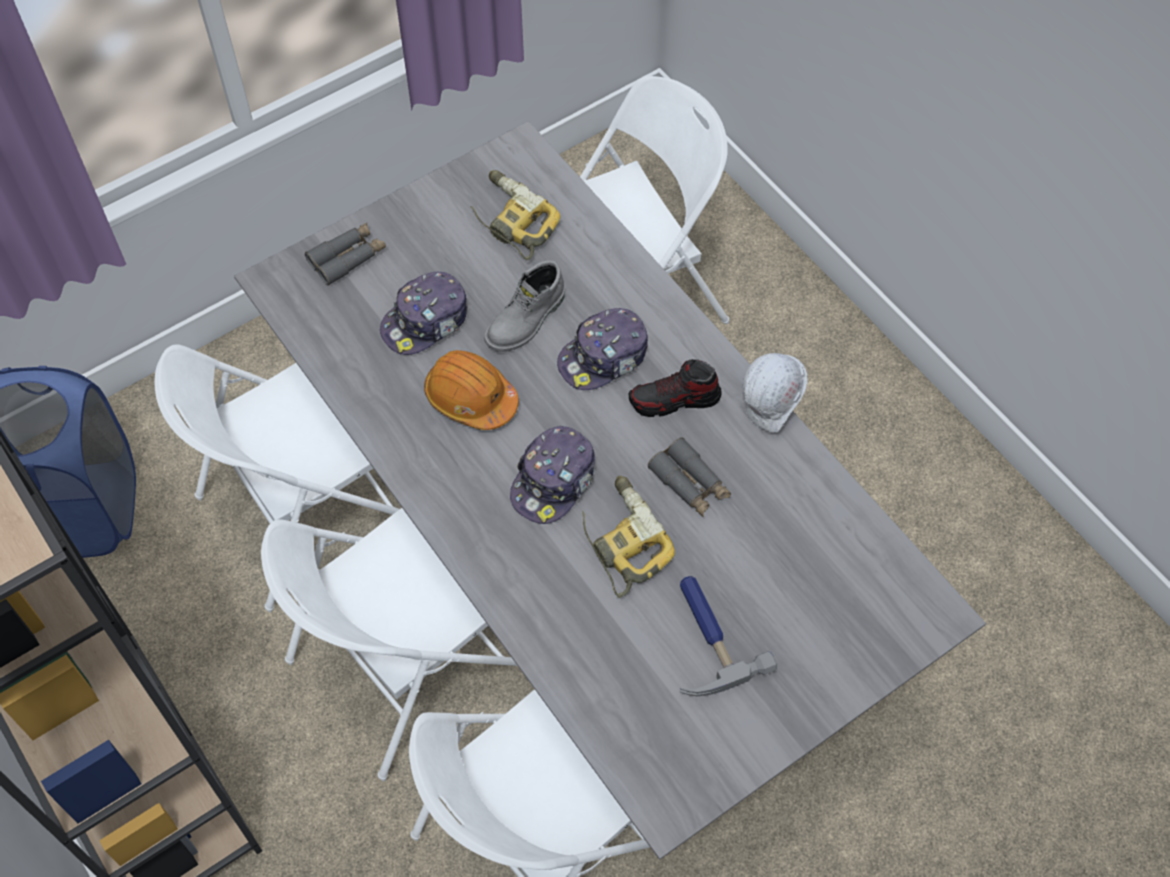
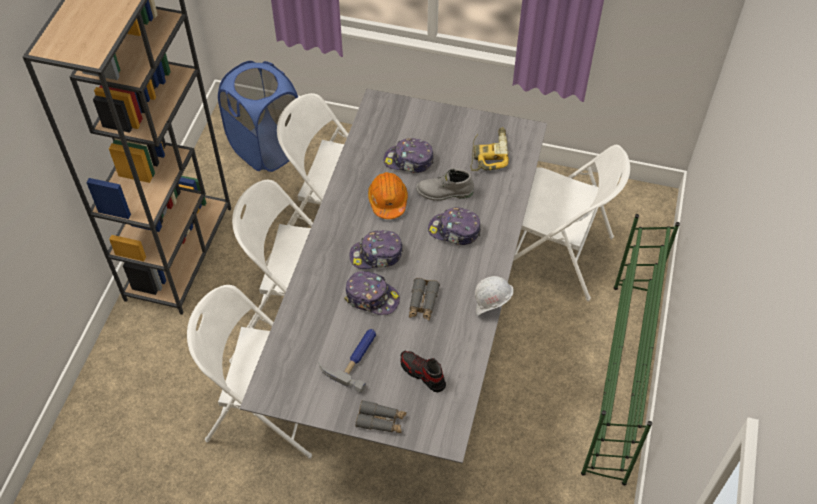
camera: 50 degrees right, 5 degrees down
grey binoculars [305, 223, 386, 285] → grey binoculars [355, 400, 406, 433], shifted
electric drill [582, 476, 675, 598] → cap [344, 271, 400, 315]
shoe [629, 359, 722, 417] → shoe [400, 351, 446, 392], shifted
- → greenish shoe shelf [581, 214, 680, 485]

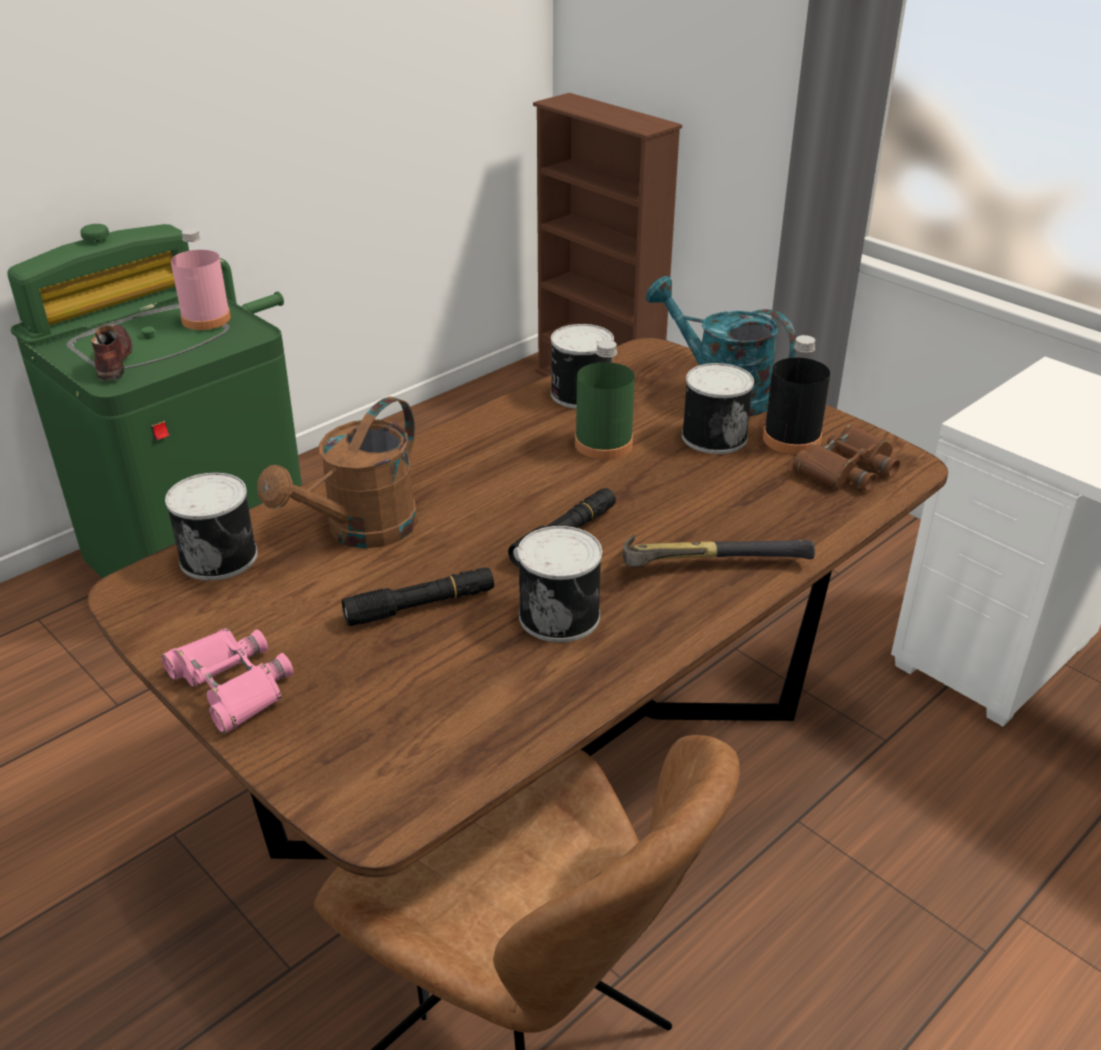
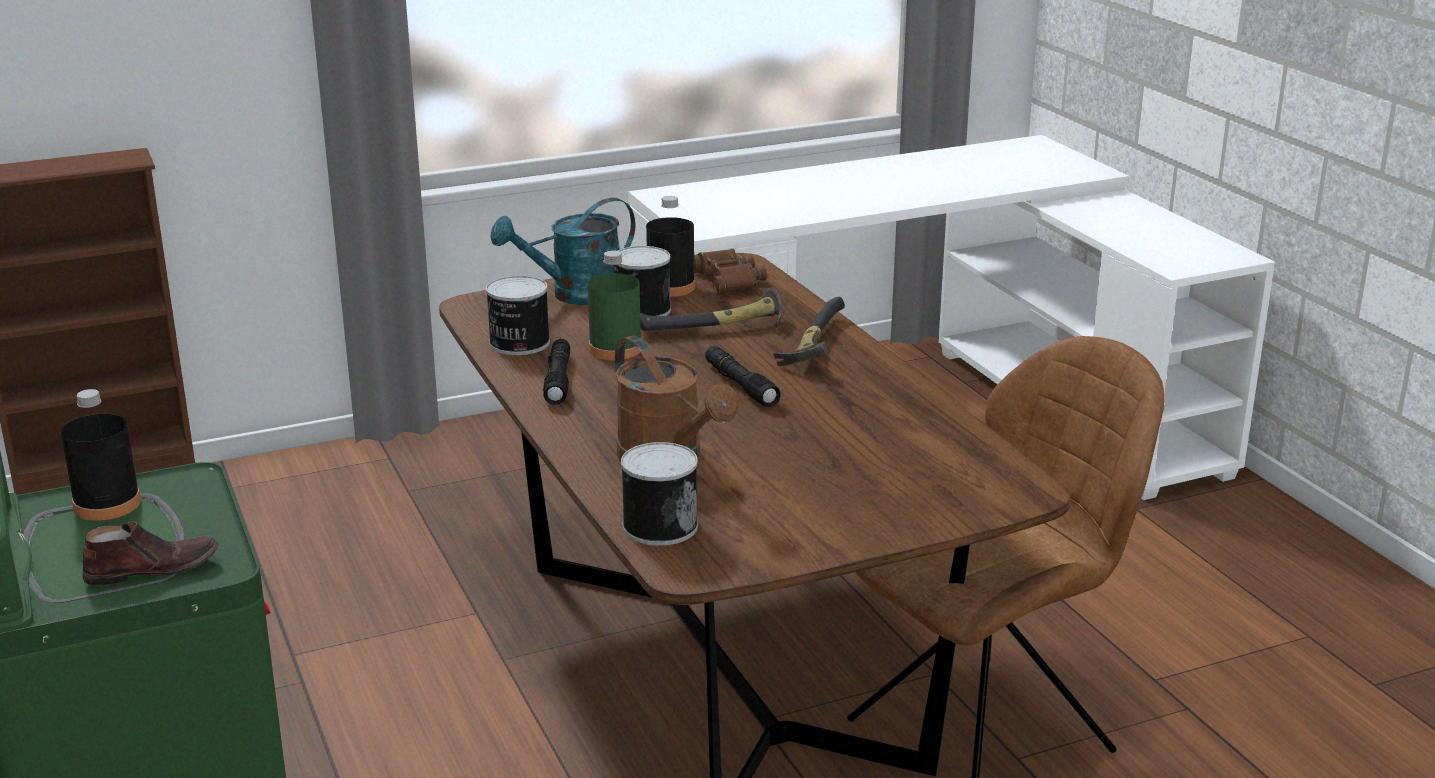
camera: 70 degrees left, 10 degrees down
brown shoe [91, 325, 133, 380] → brown shoe [83, 521, 219, 585], 150 degrees clockwise
pink-coloured binoculars [161, 628, 294, 734] → -
pink-coloured bottle [171, 229, 231, 330] → blackish bottle [61, 389, 141, 521]
blackish flashlight [342, 567, 494, 626] → blackish flashlight [543, 339, 570, 405], shifted
can [518, 526, 602, 642] → -
- → tool hammer [640, 287, 782, 333]

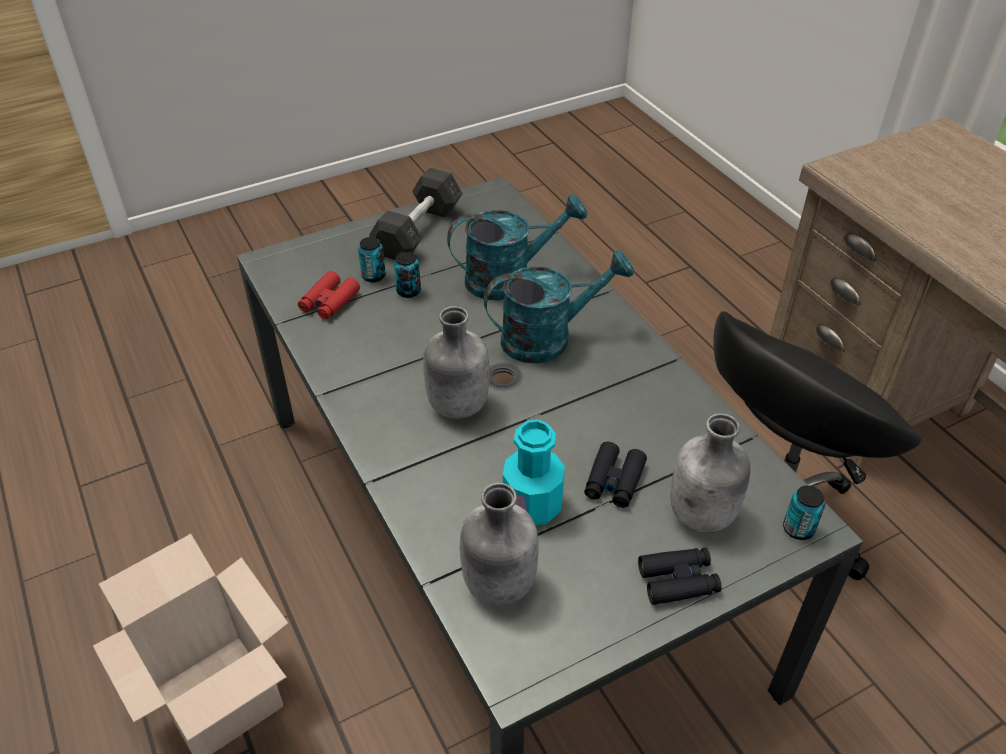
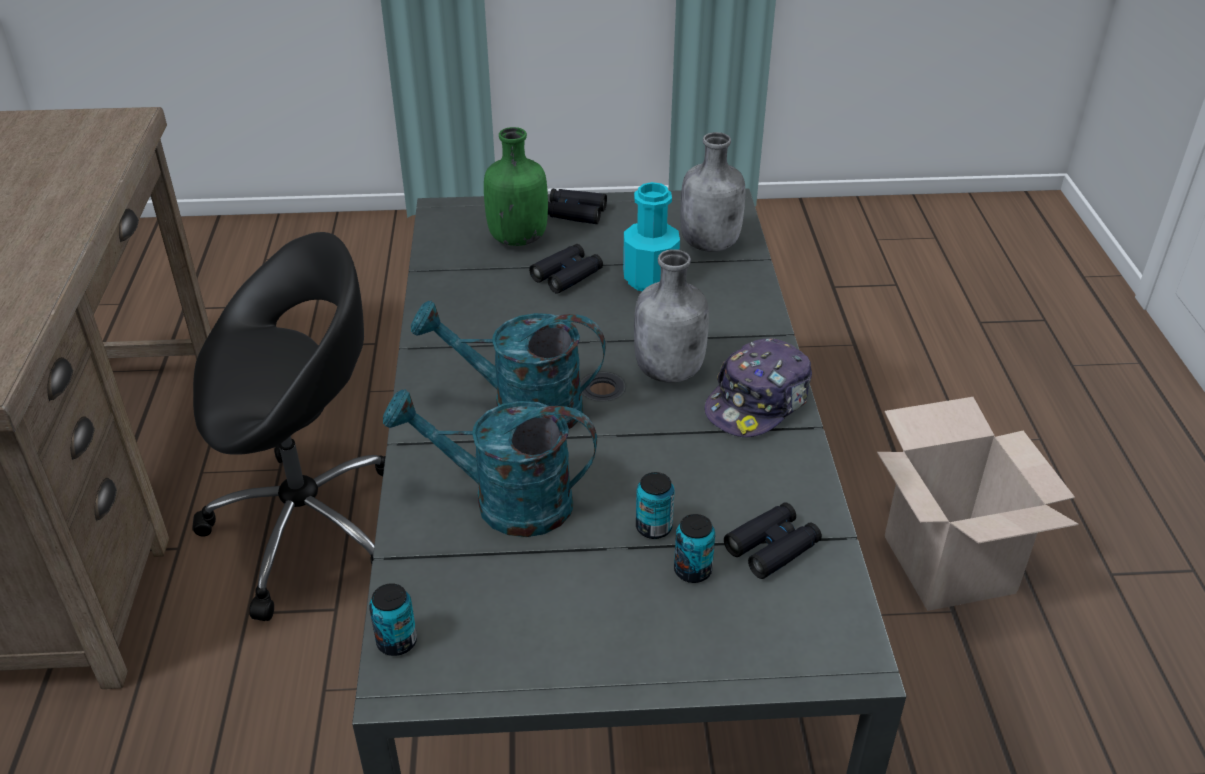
camera: 155 degrees left, 5 degrees down
reddish binoculars [298, 271, 360, 320] → blackish binoculars [724, 502, 822, 579]
grey dumbbell [369, 167, 463, 260] → -
grey bottle [671, 413, 750, 533] → greenish bottle [484, 127, 548, 246]
can [783, 485, 825, 540] → can [369, 583, 417, 656], shifted
- → cap [704, 338, 812, 437]

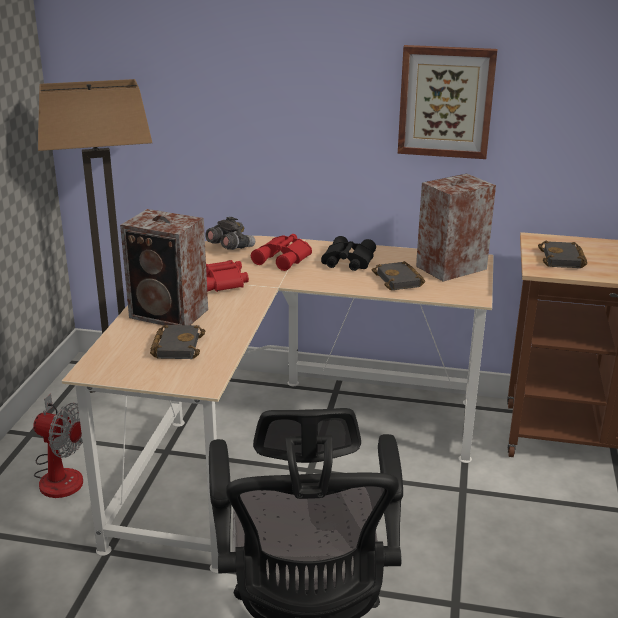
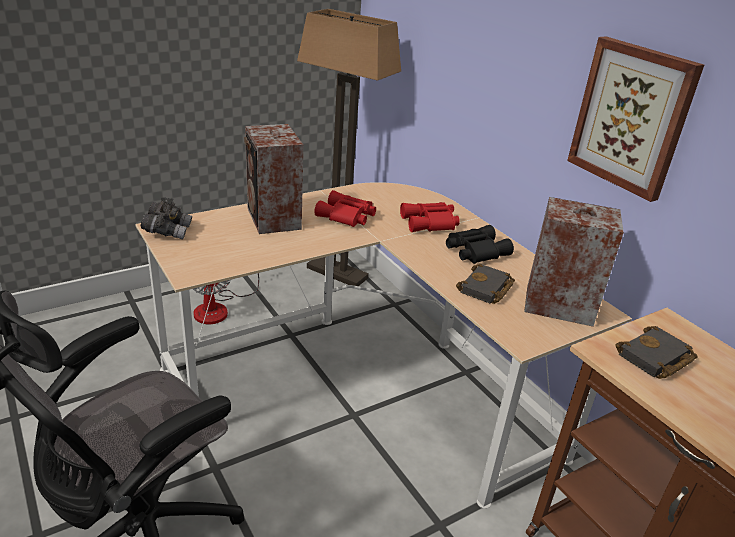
camera: 45 degrees right, 5 degrees up
blackish bound book [150, 325, 205, 359] → -
grey binoculars [205, 217, 255, 250] → grey binoculars [141, 197, 192, 240], shifted

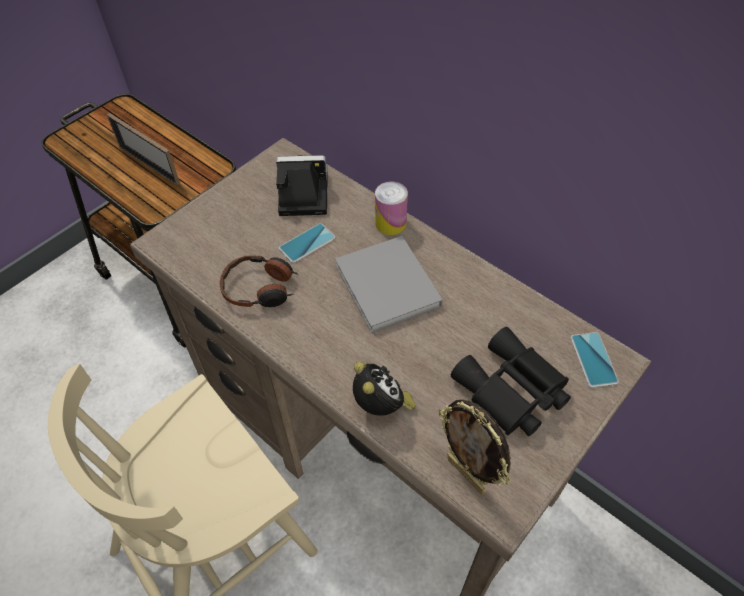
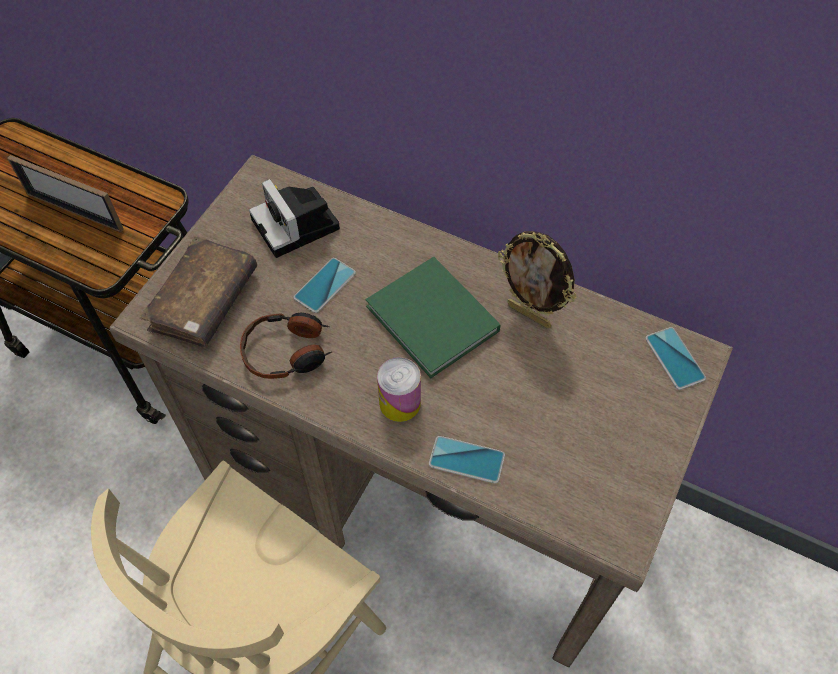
camera: 15 degrees left, 5 degrees up
photo camera [276, 155, 328, 216] → photo camera [249, 179, 340, 258], 105 degrees counterclockwise
grey bound book [335, 236, 443, 333] → greenish bound book [365, 257, 501, 378]
table clock [353, 362, 416, 416] → handset [429, 436, 505, 484]
can [375, 182, 408, 235] → can [377, 357, 421, 422], shifted
photo frame [438, 400, 511, 495] → photo frame [498, 231, 576, 328], shifted
blackish binoculars [451, 327, 571, 436] → -
- → brown bound book [139, 236, 257, 347]

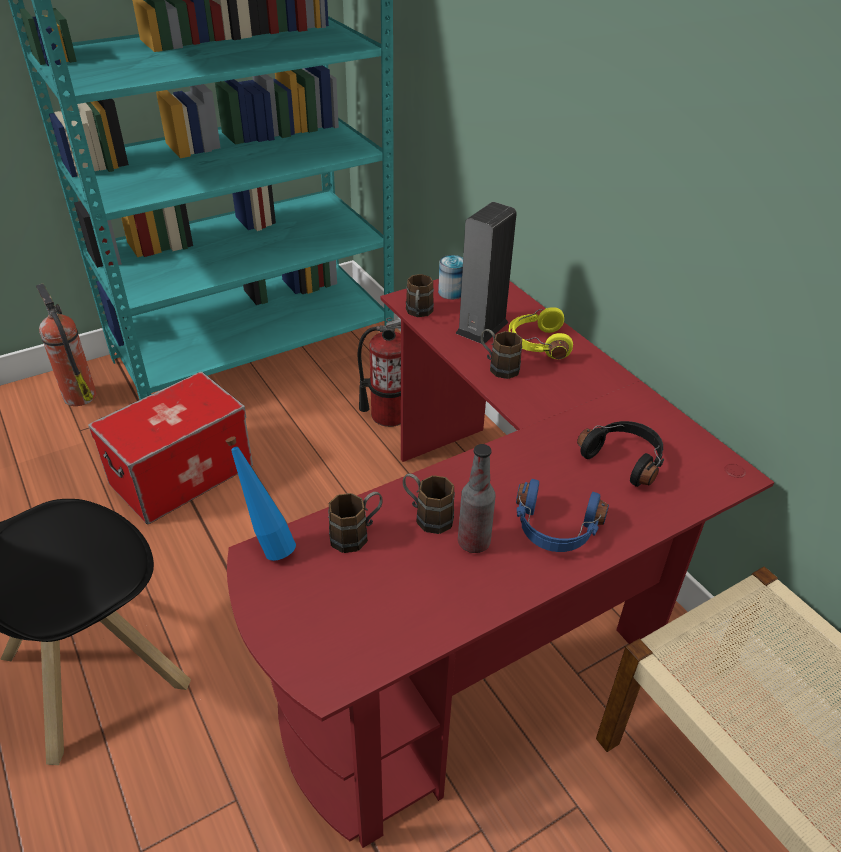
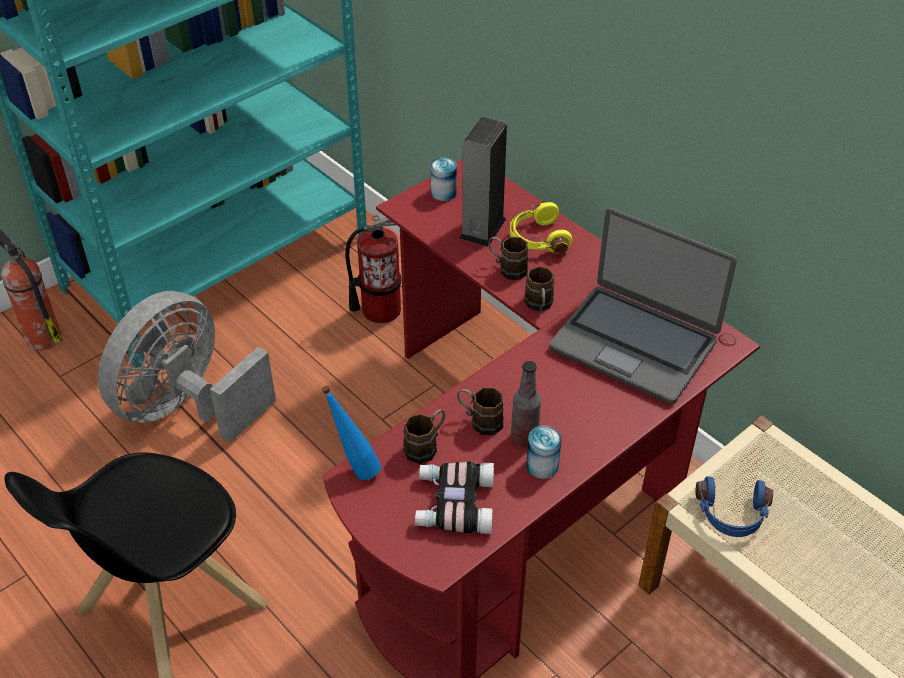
camera: 10 degrees left, 5 degrees up
storage container [88, 372, 253, 525] → grey fan [98, 291, 276, 443]
brown coffee mug [406, 274, 434, 317] → brown coffee mug [524, 266, 555, 311], shifted
blue headset [516, 479, 609, 552] → blue headset [696, 476, 773, 537], shifted
blackish headset [577, 421, 664, 487] → laptop [549, 208, 737, 404]
- → binoculars [415, 462, 494, 534]
- → can [526, 426, 562, 479]

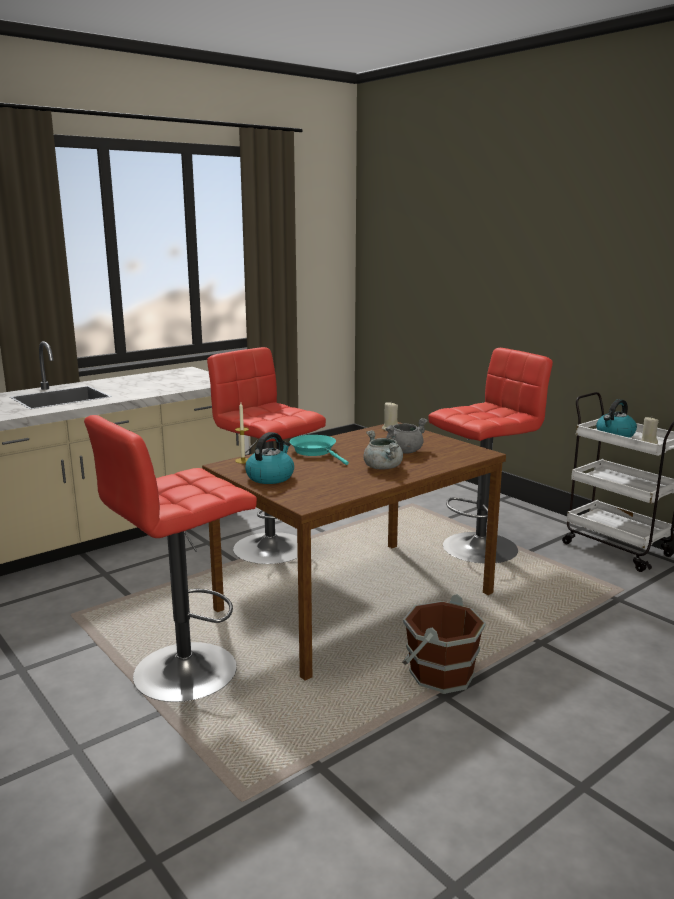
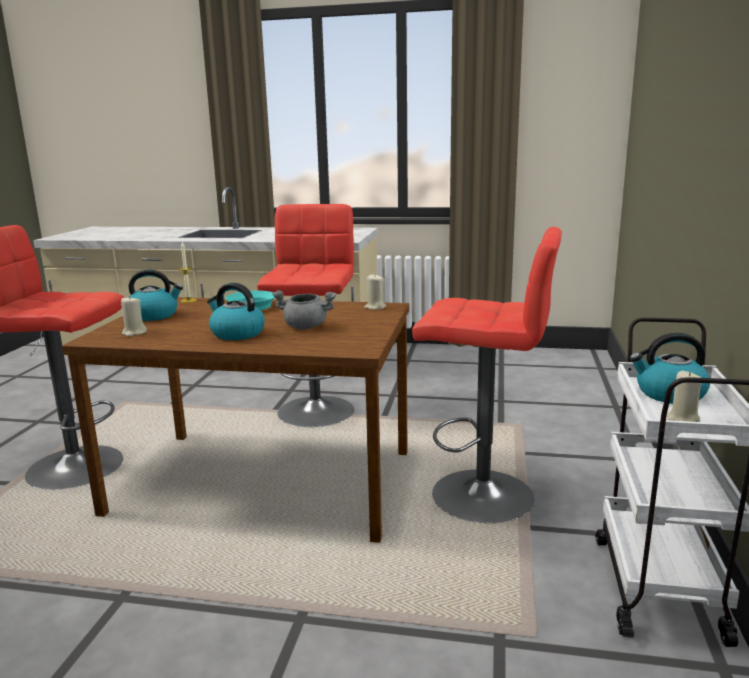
camera: 50 degrees right, 0 degrees up
grey stockpot [363, 430, 403, 469] → water kettle [207, 283, 265, 340]
brown pail [402, 594, 486, 694] → -
- → beige wax candle [121, 296, 147, 337]

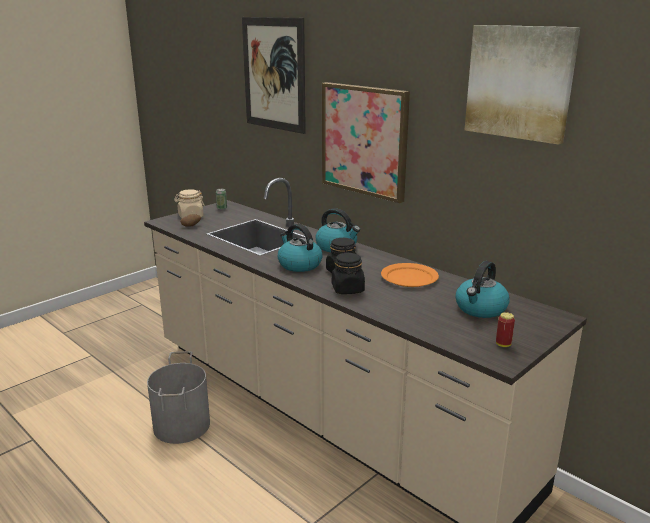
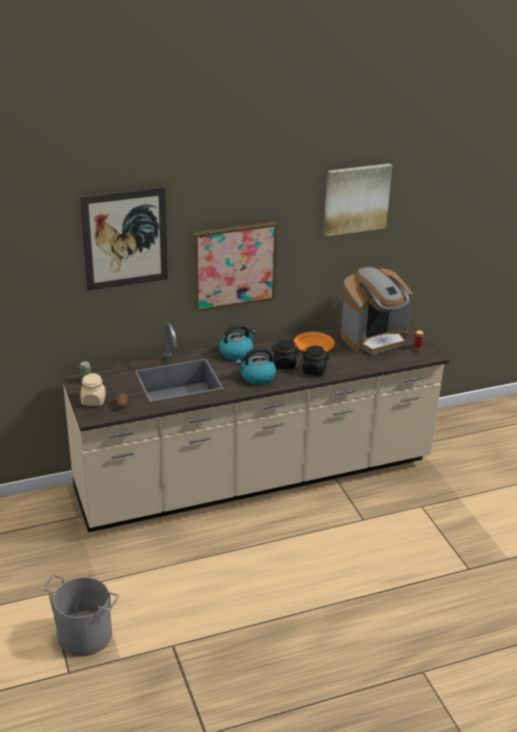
camera: 65 degrees left, 10 degrees up
grey pail [147, 351, 210, 444] → grey pail [42, 575, 119, 657], shifted
water kettle [456, 261, 510, 318] → coffee machine [340, 266, 412, 355]

